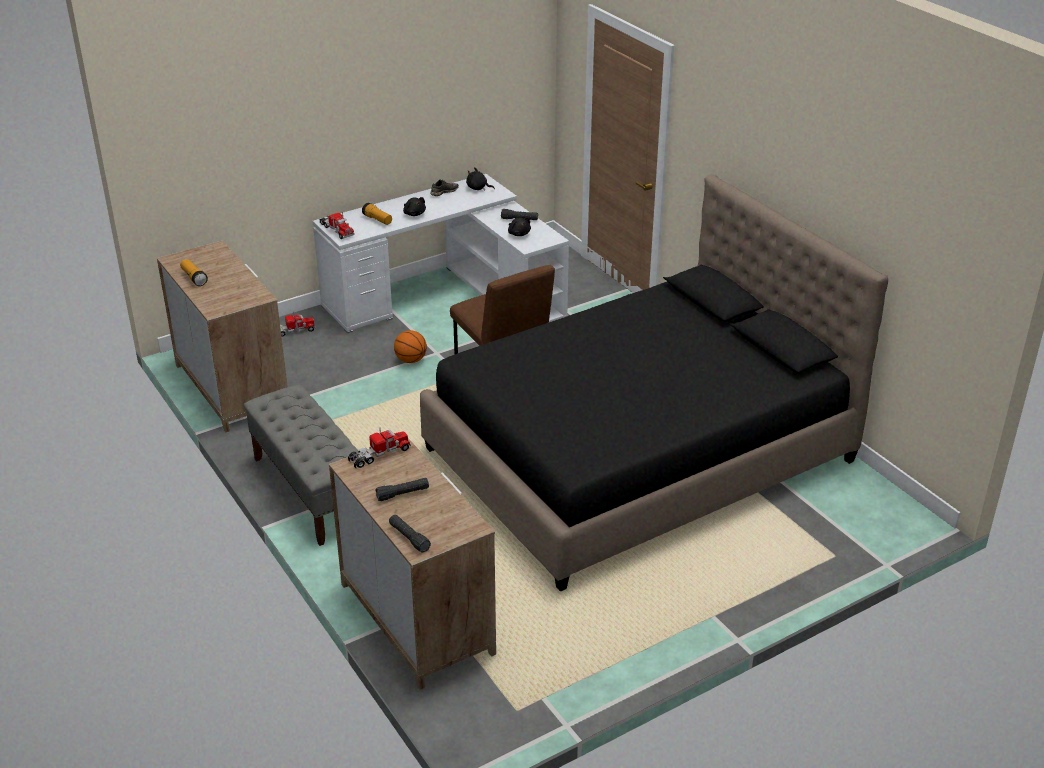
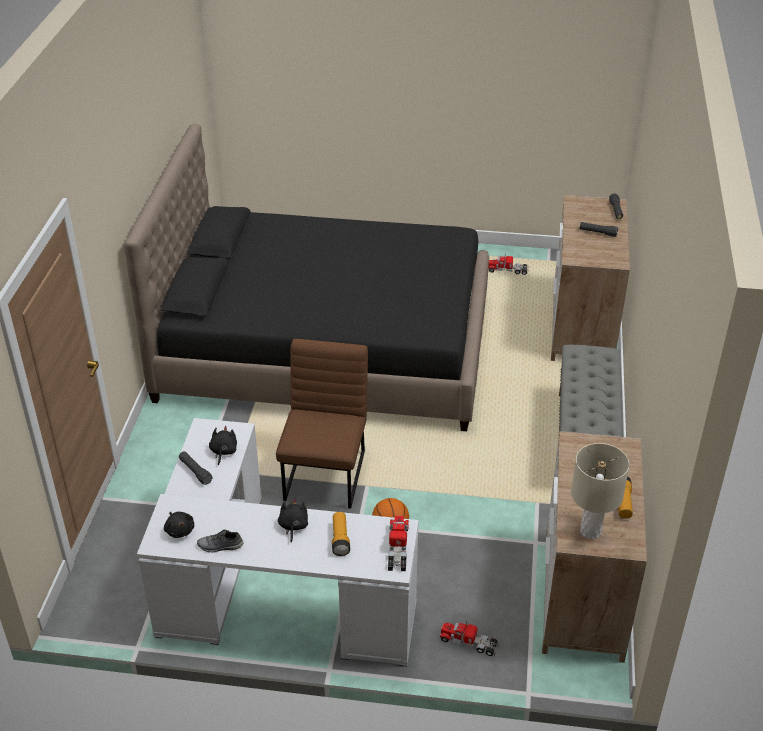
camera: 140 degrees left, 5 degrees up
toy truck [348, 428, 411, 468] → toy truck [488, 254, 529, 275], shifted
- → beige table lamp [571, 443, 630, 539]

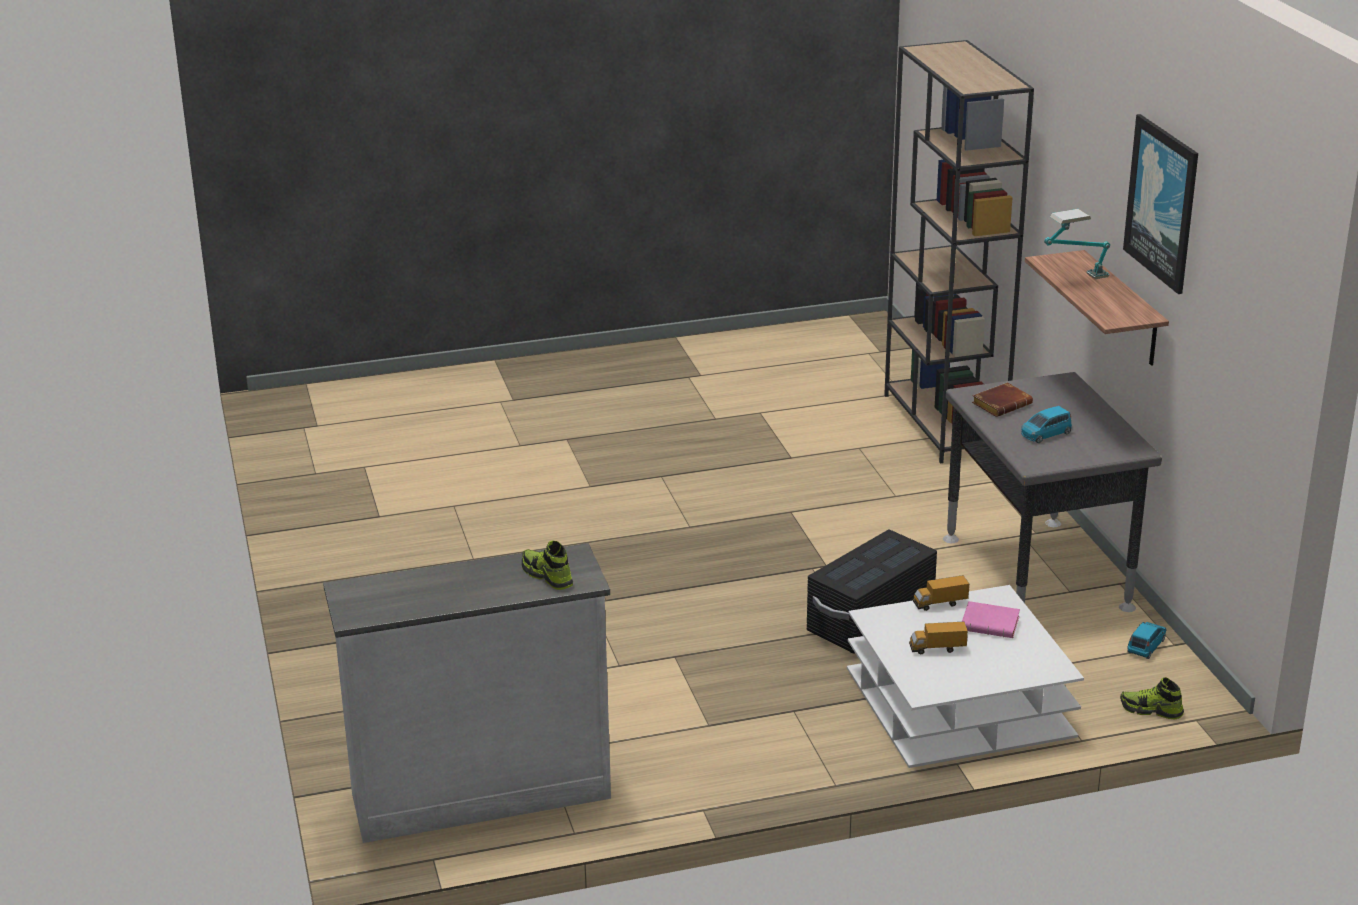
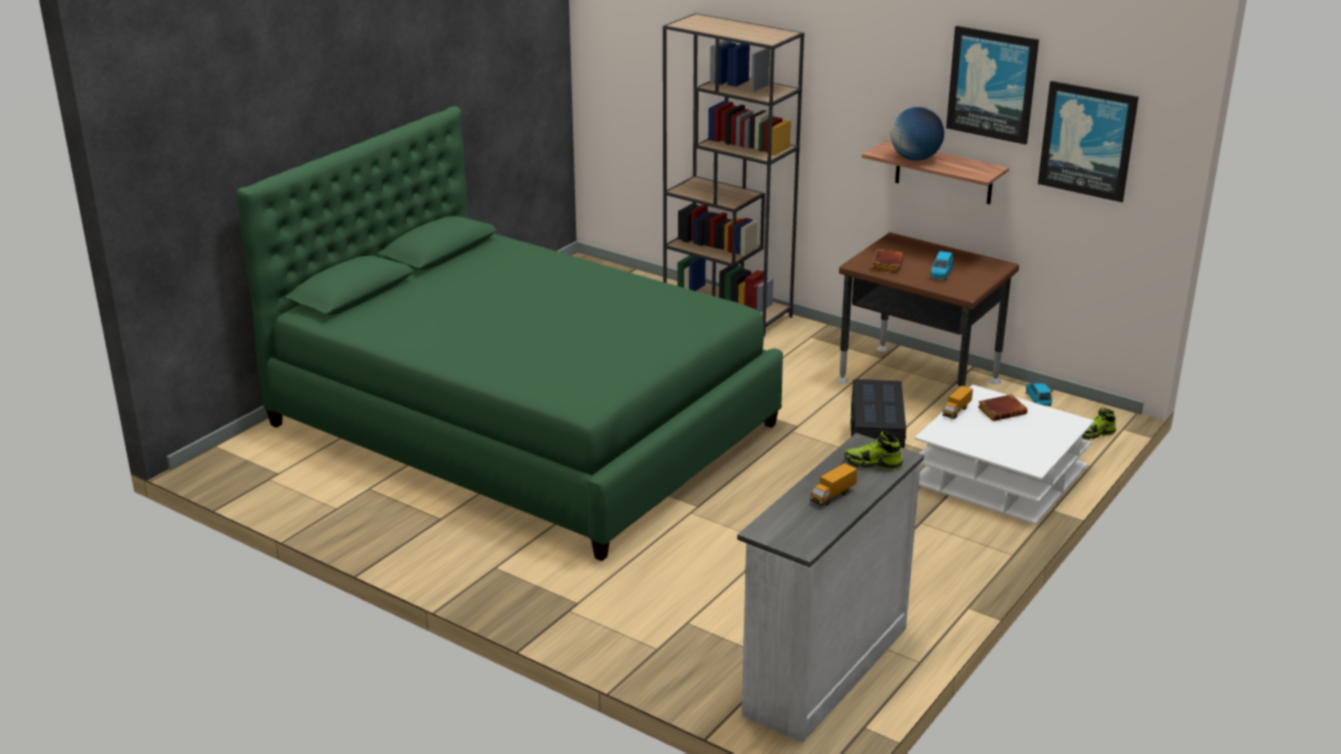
camera: 40 degrees left, 0 degrees up
toy truck [909, 622, 968, 654] → toy truck [810, 463, 857, 506], shifted
grey desk [943, 372, 1162, 612] → brown desk [836, 232, 1019, 389]
pink-coloured bound book [962, 601, 1020, 638] → brown bound book [978, 394, 1027, 421]
table lamp [1044, 209, 1110, 279] → world globe [891, 107, 944, 161]
- → greenish bedroom bed [236, 106, 783, 561]
- → picture [1038, 81, 1139, 202]

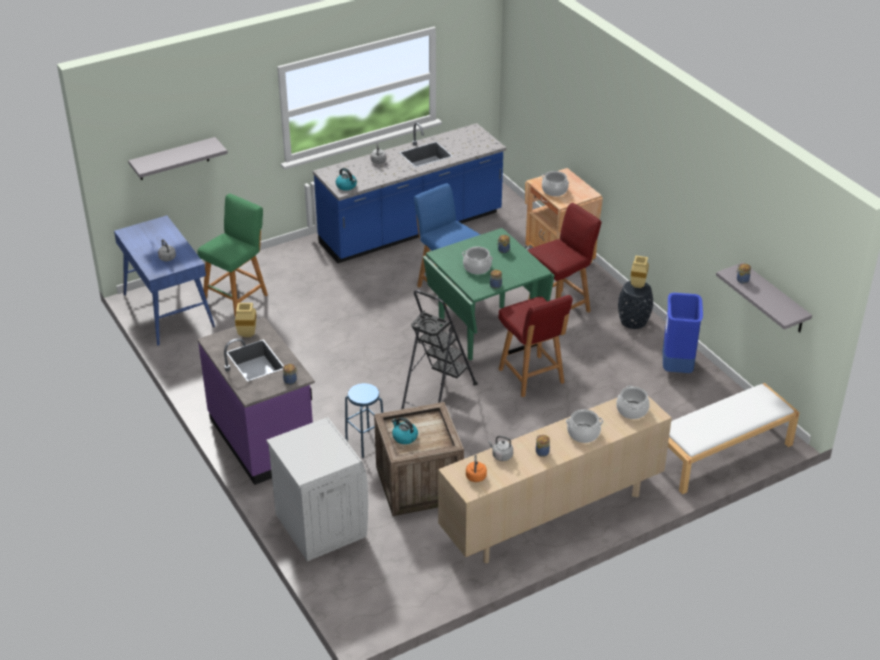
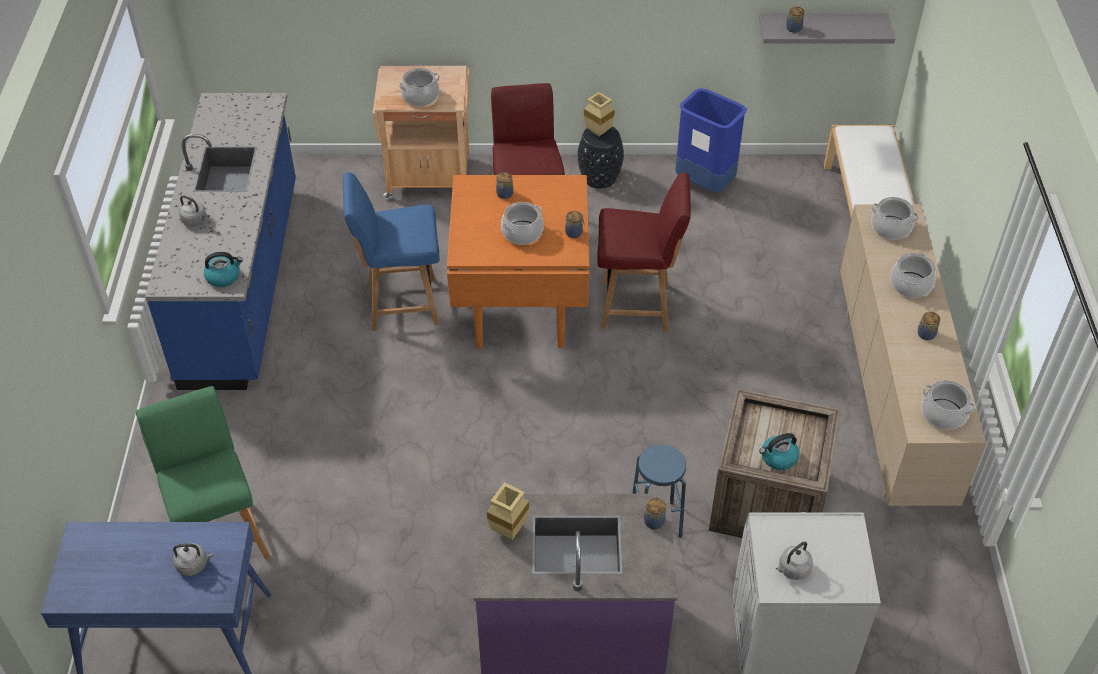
camera: 60 degrees left, 10 degrees up
grey shelf [128, 137, 228, 180] → -
step ladder [401, 290, 478, 409] → -
greenish kitchen table [423, 228, 555, 360] → orange kitchen table [447, 175, 589, 348]
orange water kettle [466, 455, 487, 482] → stockpot [921, 380, 975, 430]
grey water kettle [488, 436, 513, 461] → grey water kettle [776, 541, 813, 580], shifted

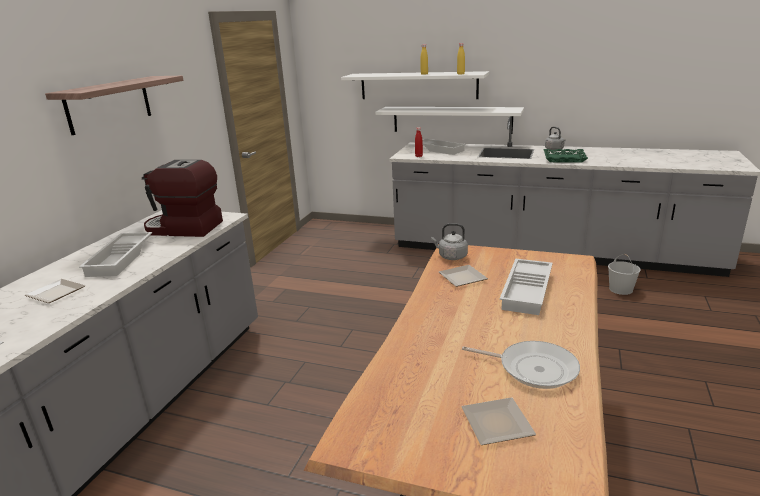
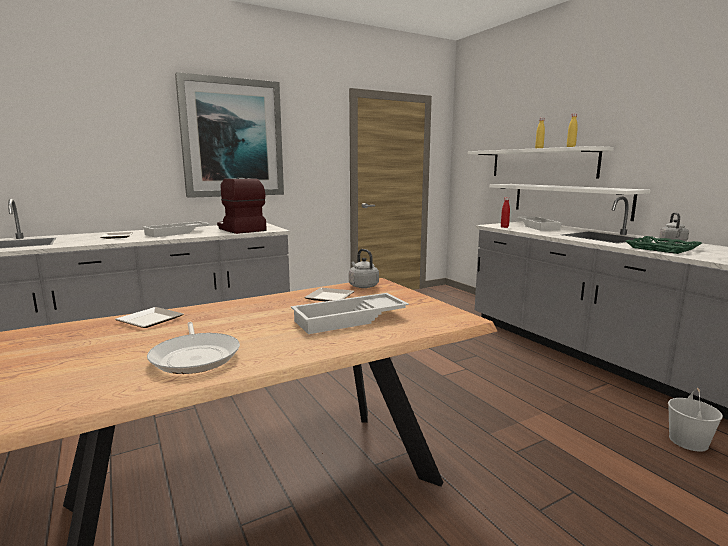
camera: 40 degrees right, 10 degrees down
shelf [45, 76, 183, 135] → picture [175, 72, 284, 198]
flat dish [461, 397, 536, 445] → flat dish [115, 307, 183, 328], shifted

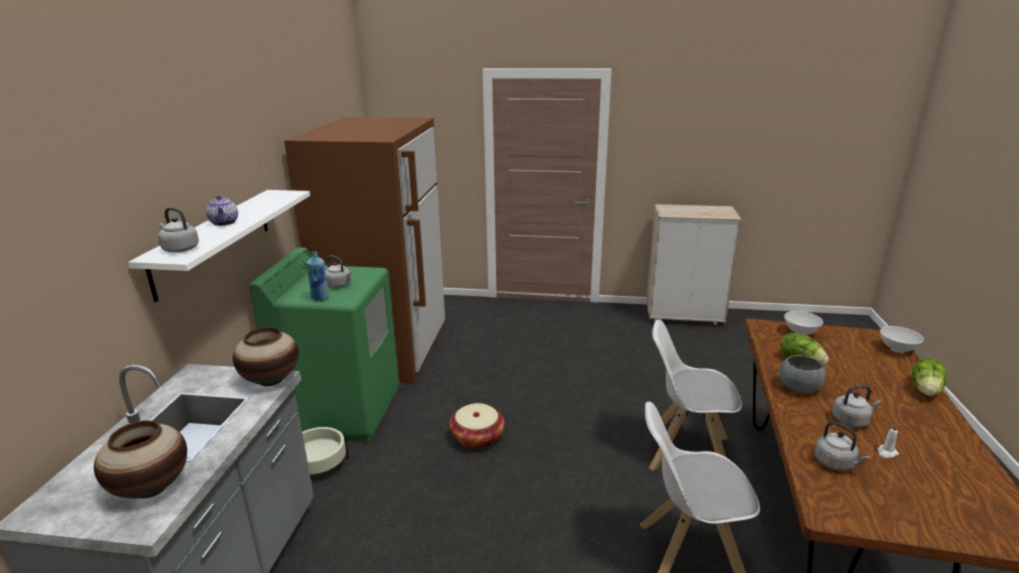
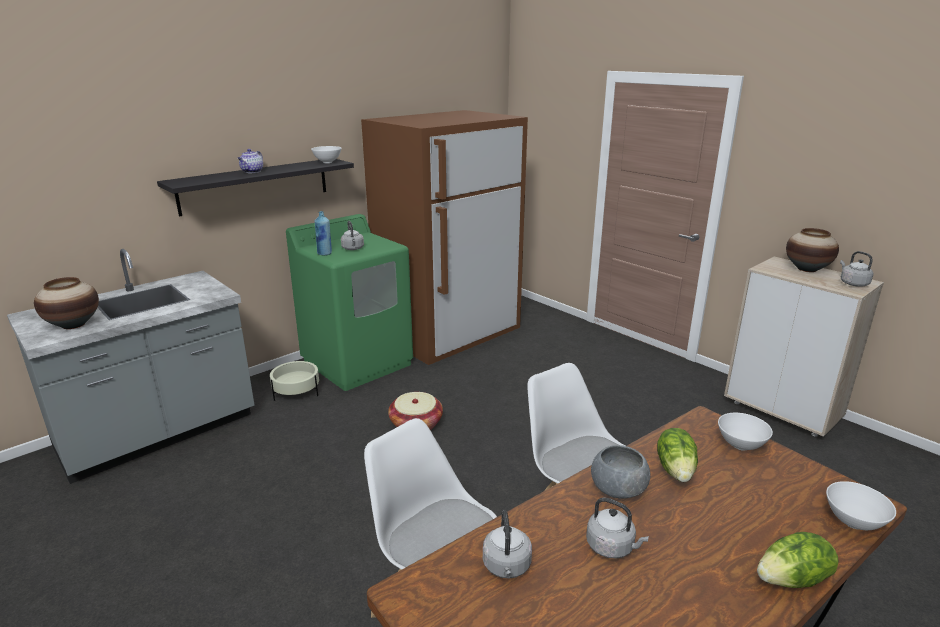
camera: 40 degrees right, 0 degrees up
white shelf [128, 190, 310, 302] → blackish shelf [157, 159, 354, 217]
grey water kettle [158, 208, 199, 253] → grey water kettle [840, 251, 873, 286], shifted
vase [233, 327, 299, 386] → vase [786, 228, 839, 272], shifted
white wax candle [877, 425, 899, 458] → -
- → white serving bowl [311, 146, 342, 163]

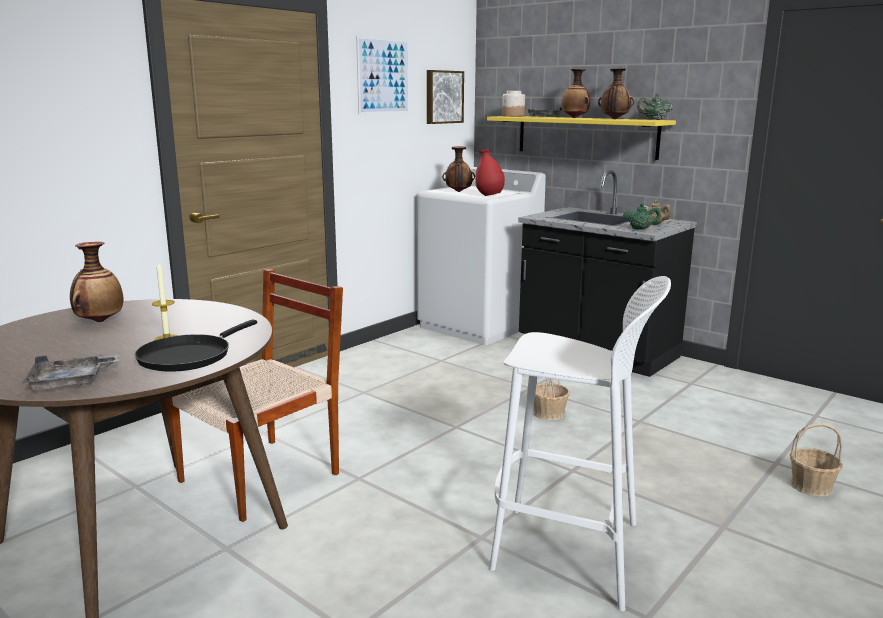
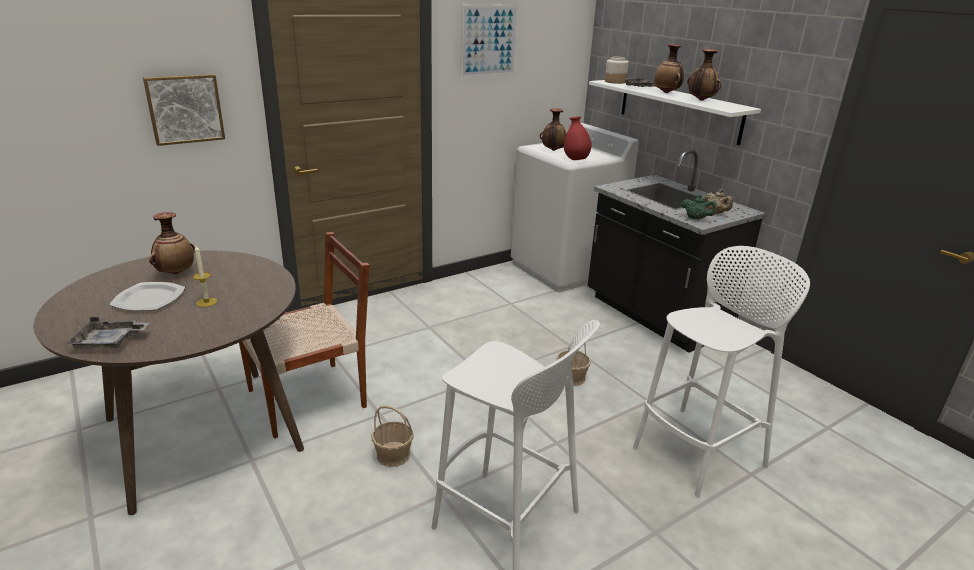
camera: 15 degrees right, 10 degrees up
blackish skillet [135, 320, 257, 372] → -
picture [427, 70, 464, 124] → picture [143, 74, 225, 146], shifted
yellow-coloured shelf [487, 116, 676, 160] → white shelf [589, 80, 761, 145]
greenish tea pot [637, 94, 673, 120] → -
storage basket [790, 423, 843, 497] → storage basket [372, 405, 414, 467], shifted
- → flat dish [109, 282, 185, 311]
- → white sitting stool [633, 246, 810, 497]

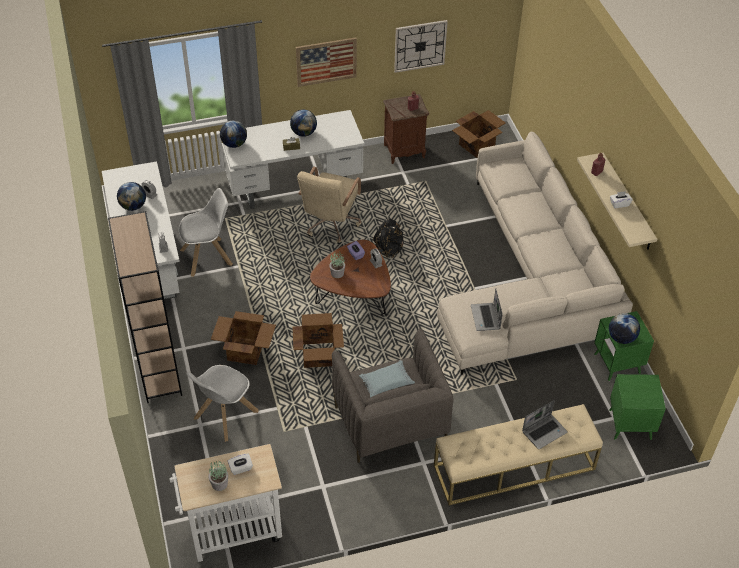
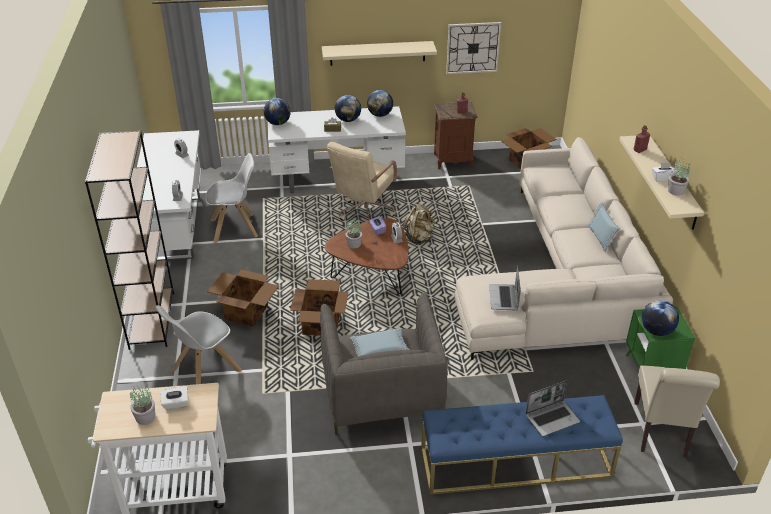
camera: 10 degrees right, 10 degrees down
world globe [117, 182, 146, 211] → world globe [367, 90, 393, 117], shifted
picture [296, 37, 357, 87] → beige shelf [322, 41, 437, 66]
blackish rucksack [373, 219, 404, 258] → beige rucksack [403, 204, 435, 245]
beige long seat [434, 404, 603, 505] → blue long seat [421, 395, 623, 495]
greenish accent table [609, 374, 666, 440] → beige plain chair [634, 366, 720, 458]
- → blue throw pillow [587, 202, 620, 252]
- → houseplant [668, 157, 691, 196]

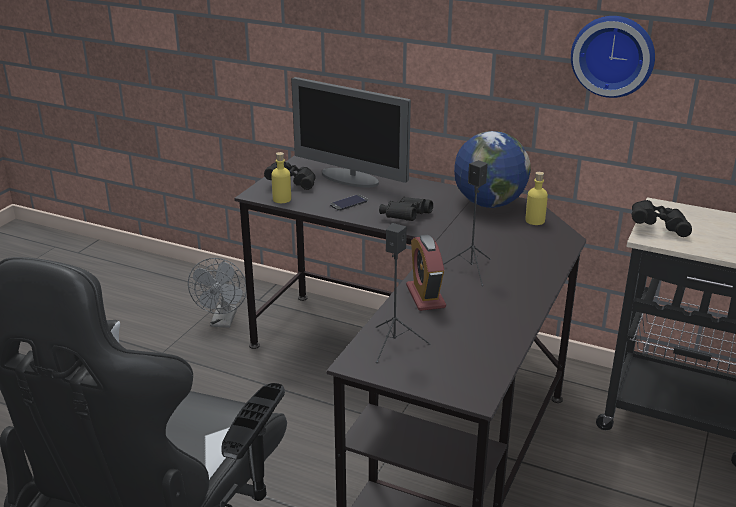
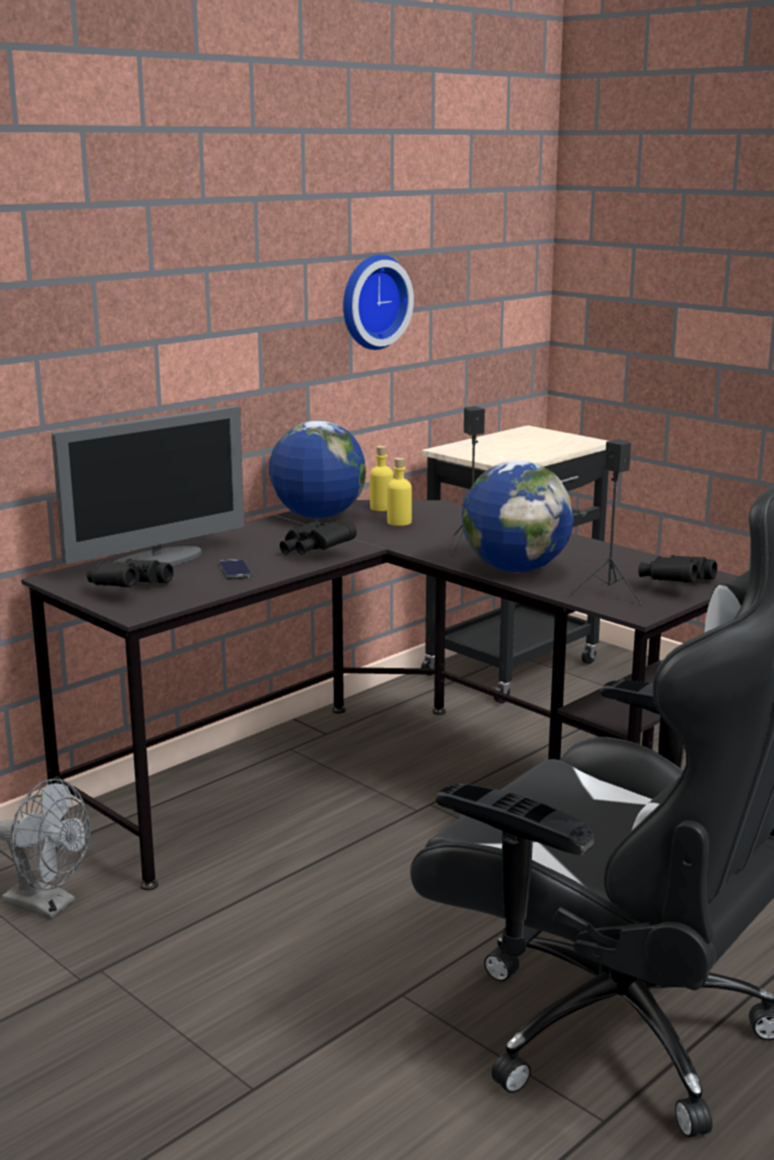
camera: 70 degrees left, 10 degrees down
yellow-coloured bottle [271, 152, 291, 203] → yellow-coloured bottle [387, 457, 412, 526], shifted
table clock [406, 235, 446, 311] → world globe [462, 460, 574, 572]
blackish binoculars [632, 200, 692, 237] → blackish binoculars [638, 555, 717, 583], shifted

